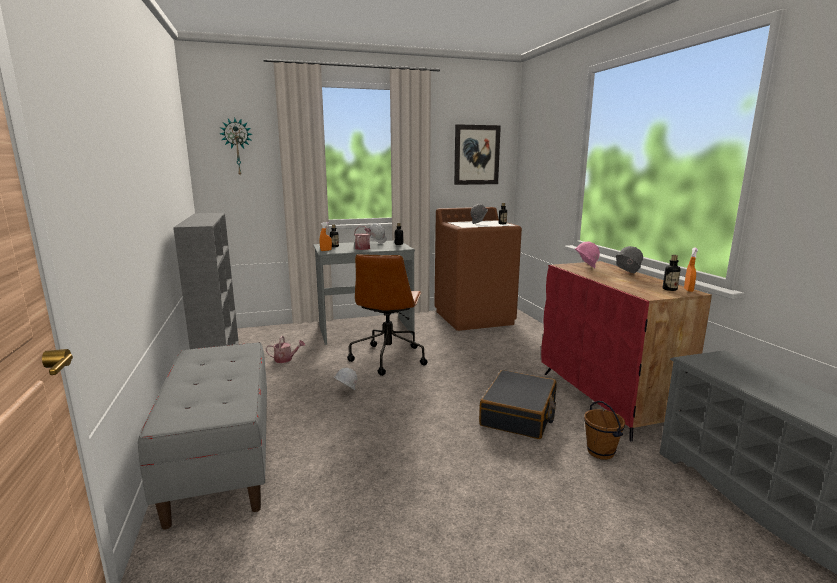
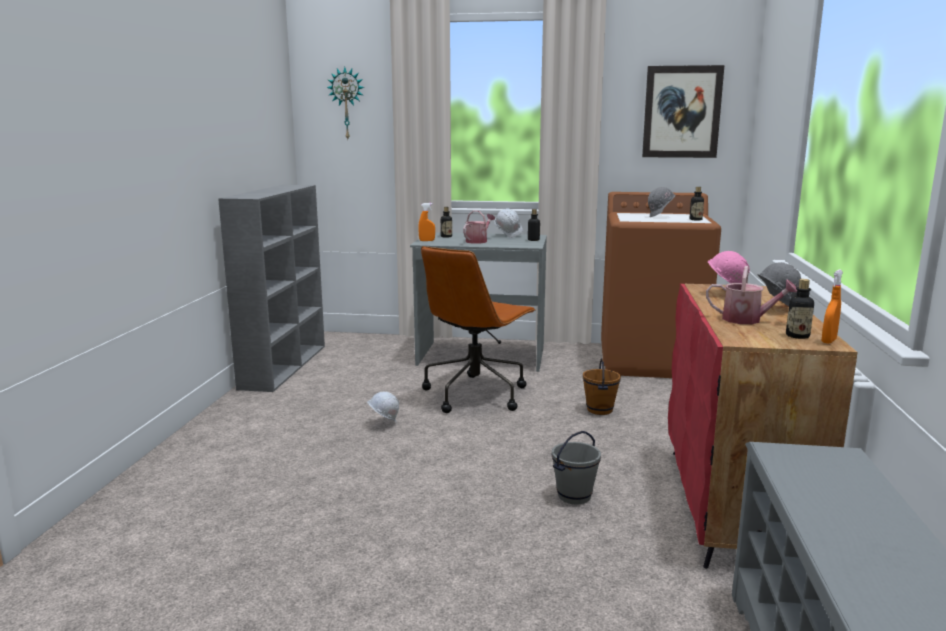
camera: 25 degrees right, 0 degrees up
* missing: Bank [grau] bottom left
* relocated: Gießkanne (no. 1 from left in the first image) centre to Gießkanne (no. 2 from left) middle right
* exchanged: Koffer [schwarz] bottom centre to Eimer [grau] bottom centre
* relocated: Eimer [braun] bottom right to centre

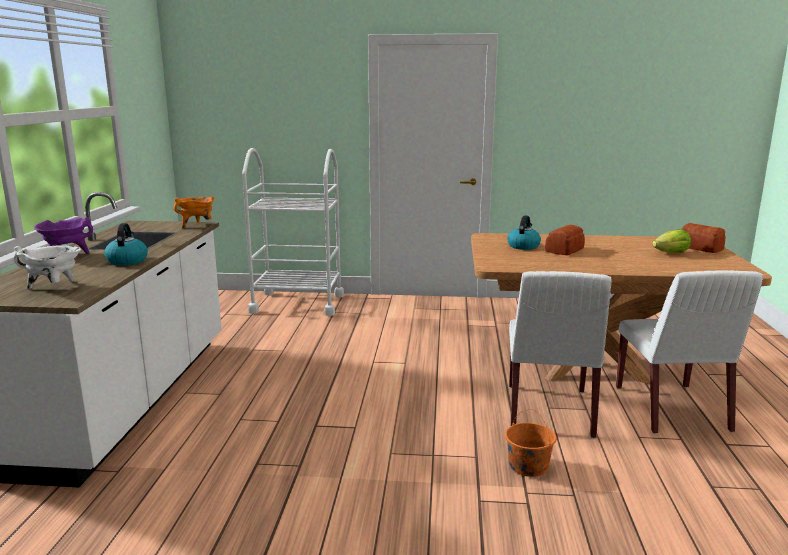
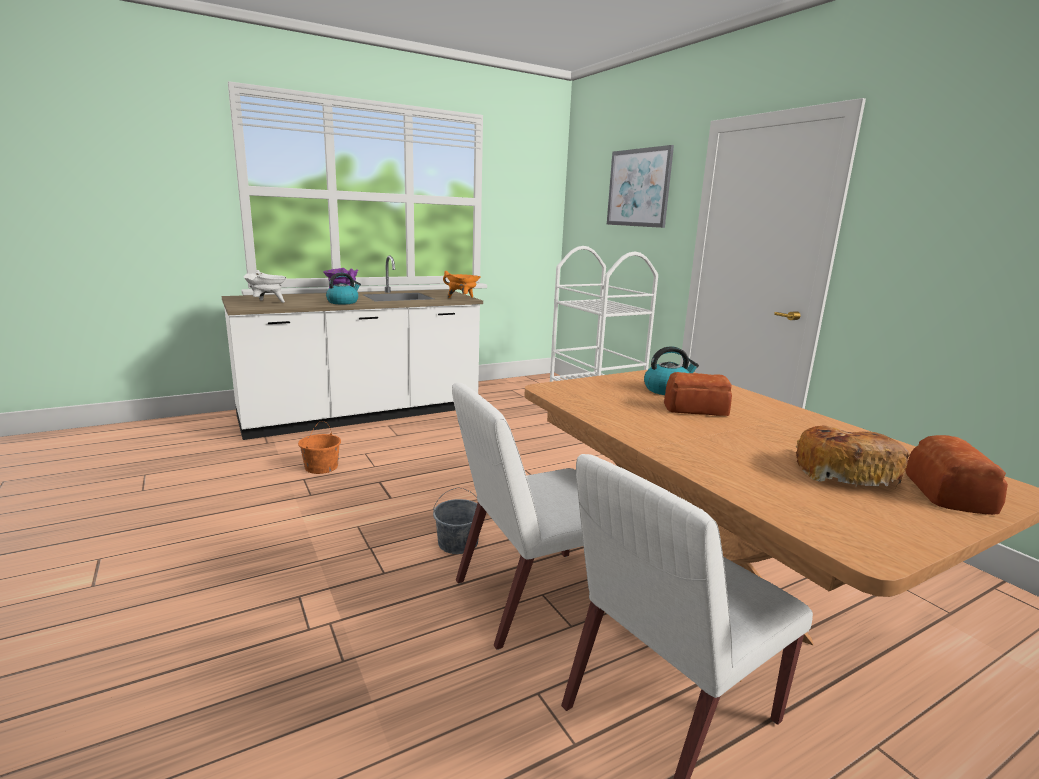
camera: 55 degrees right, 0 degrees up
* relocated: Eimer [orange] bottom right to middle left
* exchanged: Salatkopf middle right to Brot (no. 2 from left) middle right
* appeared: Eimer [grau] bottom centre
* appeared: Bild top centre

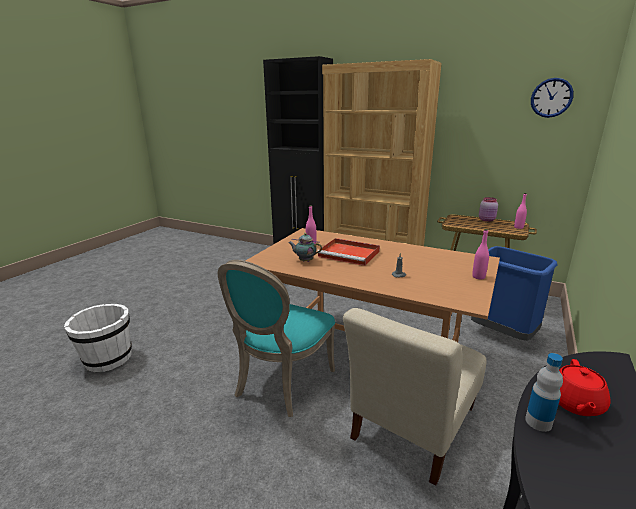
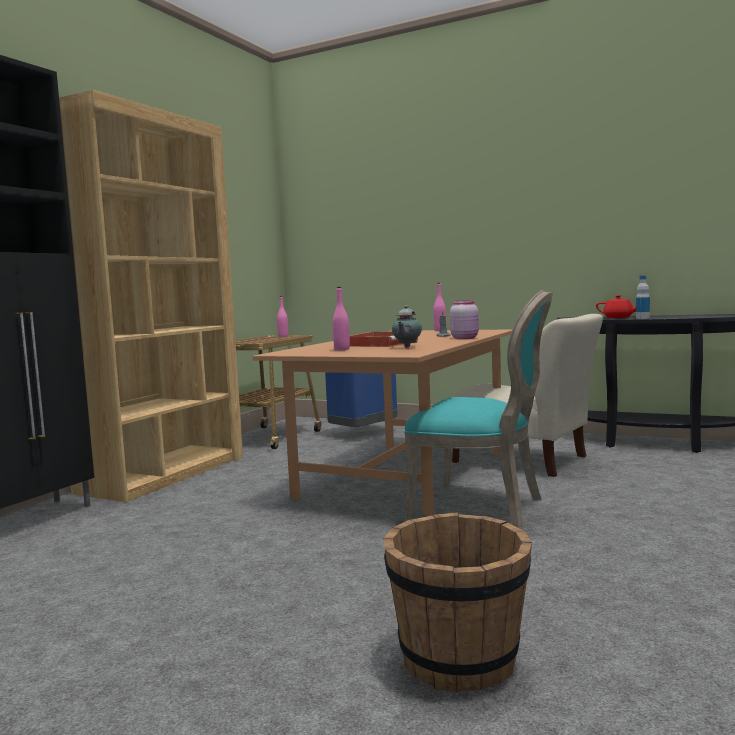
camera: 90 degrees left, 15 degrees down
* colour: Eimer [weiß] middle left to Eimer [braun] bottom centre
* relocated: Vorratsglas [rosa] middle right to centre
* missing: Wanduhr top right

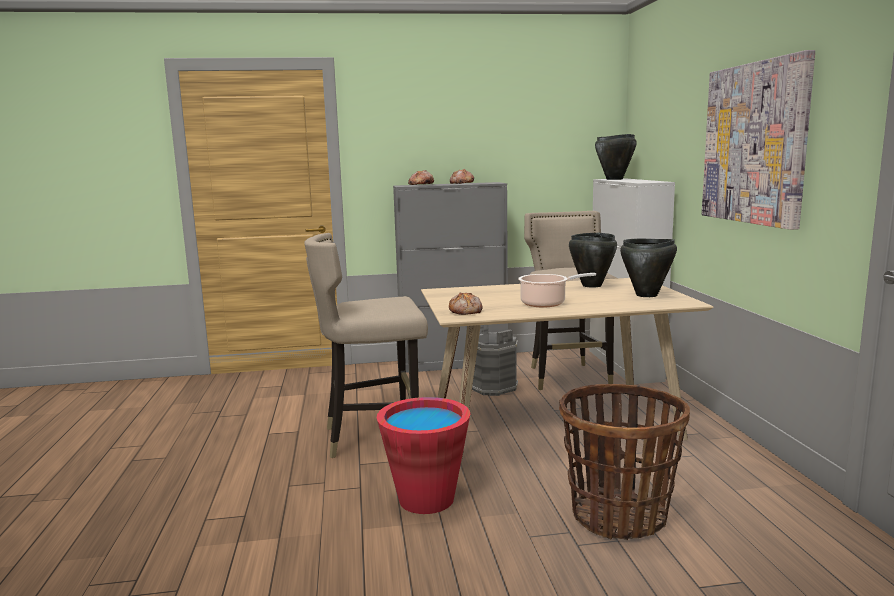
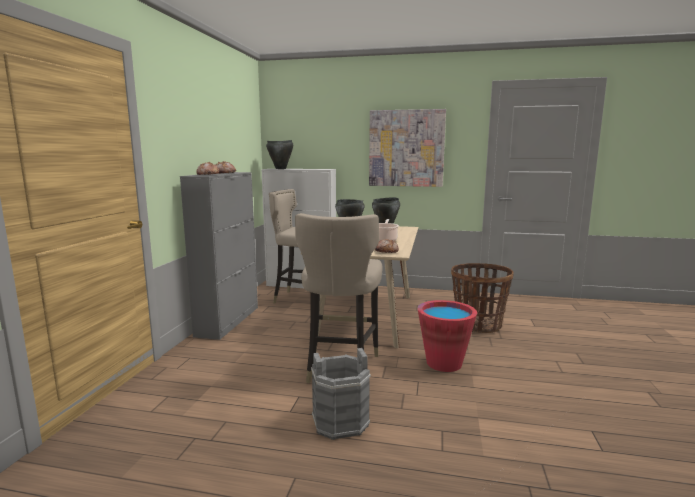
camera: 70 degrees left, 0 degrees up
* relocated: Eimer [grau] centre to bottom centre

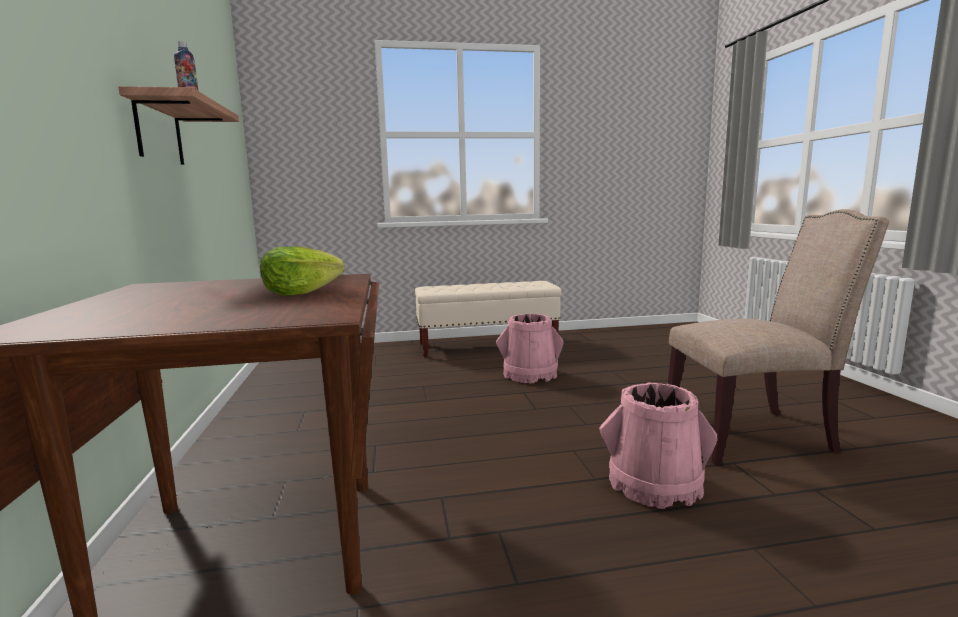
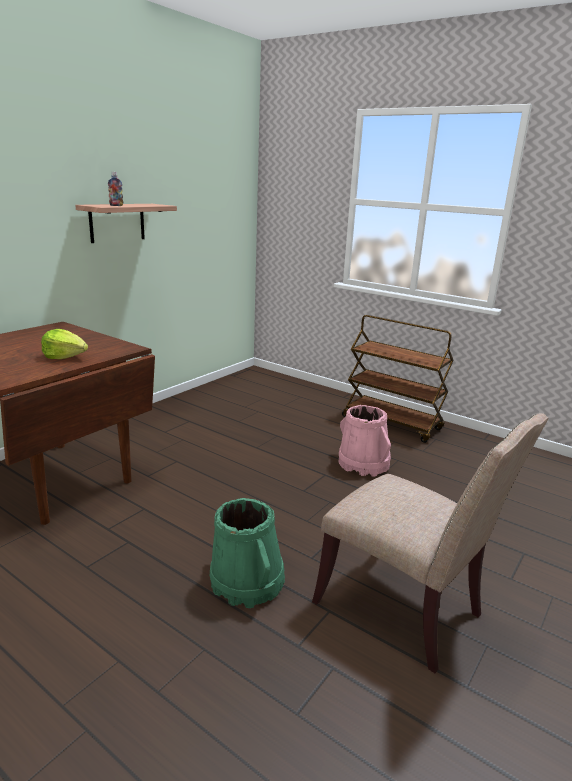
camera: 45 degrees right, 10 degrees up
* exchanged: Bank [beige] centre to Rollwagen [braun] middle right
* colour: Eimer [rosa] (no. 2 from left) bottom right to Eimer [grün] bottom centre

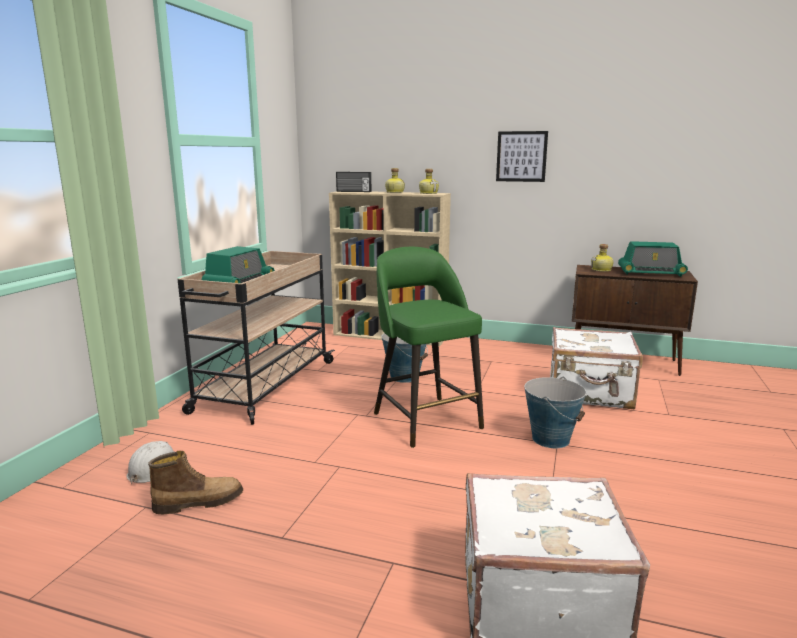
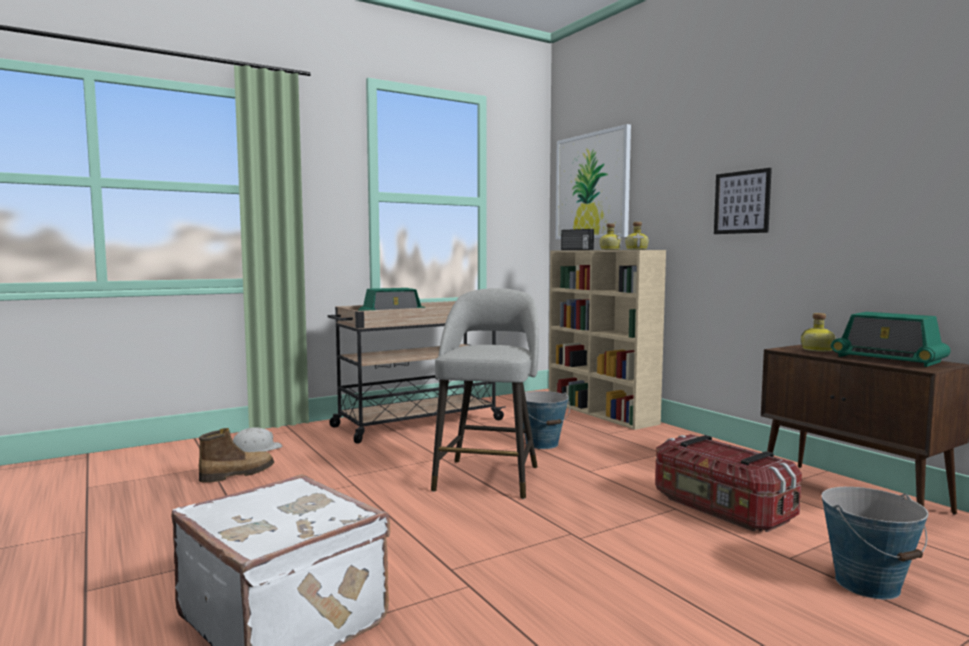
camera: 40 degrees right, 10 degrees down
* spun: Stiefel bottom left = bottom left 60 degrees counterclockwise
* colour: Hocker [grün] centre to Hocker [grau] centre
* relocated: Eimer (no. 2 from left) middle right to bottom right
* exchanged: Koffer [weiß] (no. 2 from left) middle right to Aufbewahrungsbox bottom right
* appeared: Bild (no. 1 from left) top centre

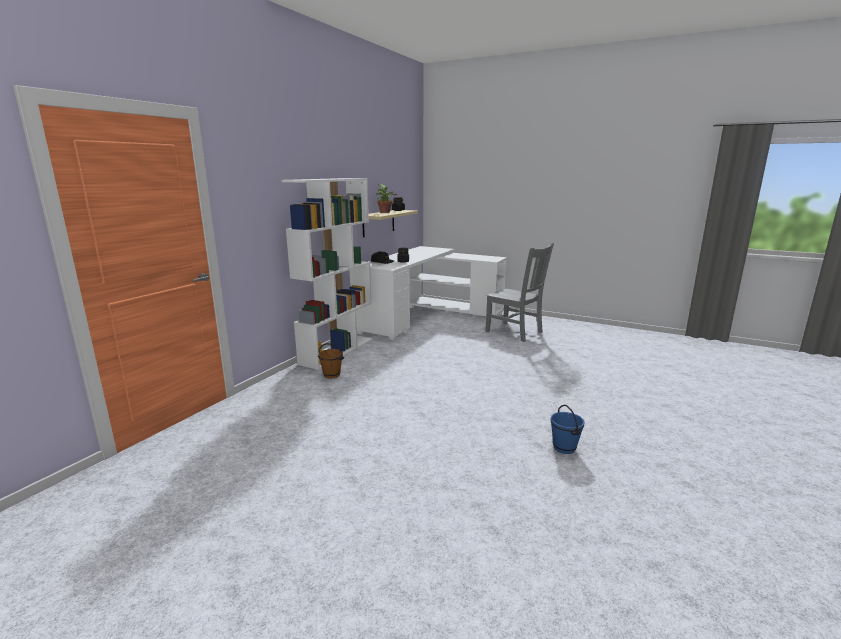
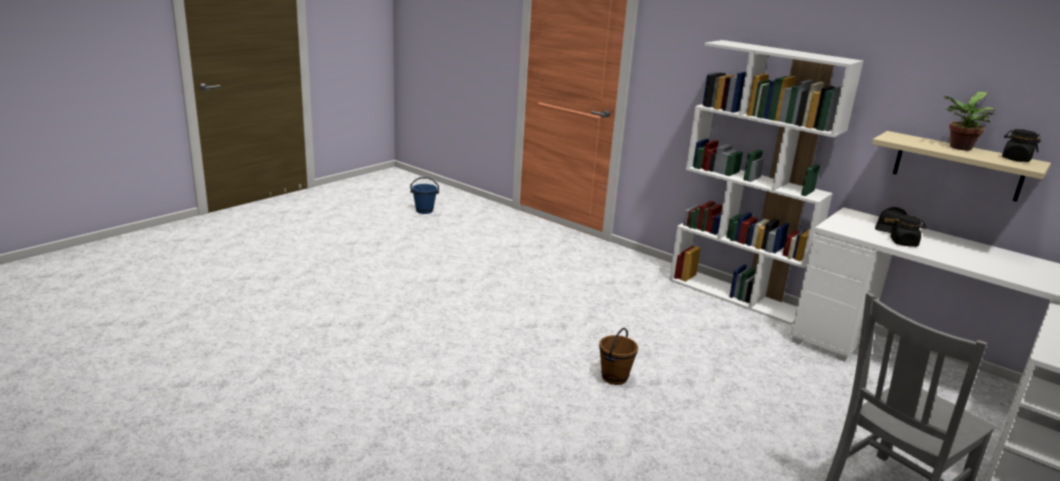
camera: 100 degrees right, 5 degrees up
* relocated: Eimer [braun] centre to bottom centre
* relocated: Eimer [blau] bottom right to centre

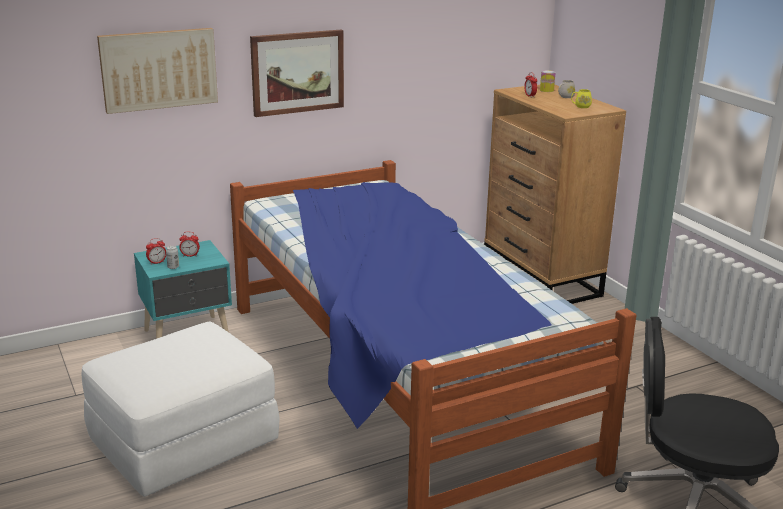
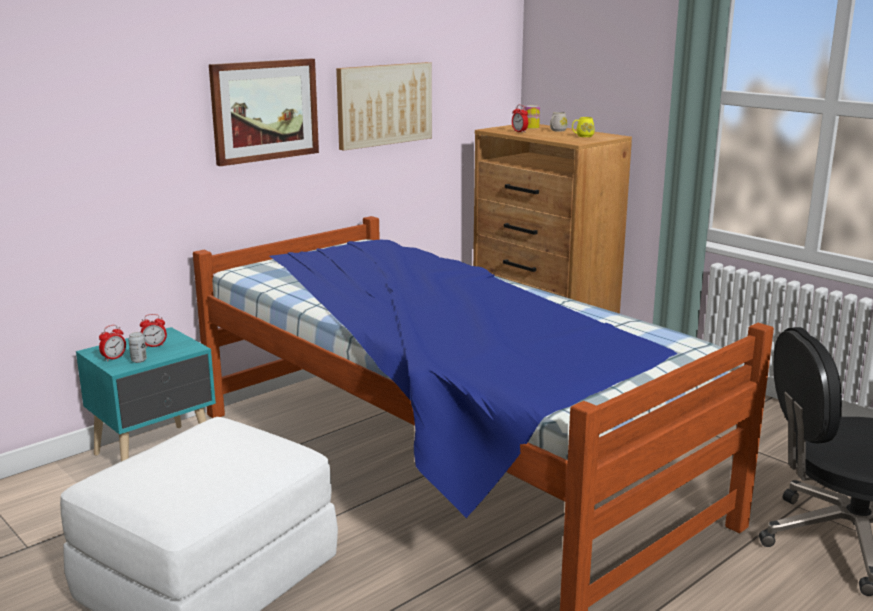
camera: 15 degrees left, 5 degrees down
* relocated: Bild (no. 1 from left in the first image) top left to Bild (no. 2 from left) top centre

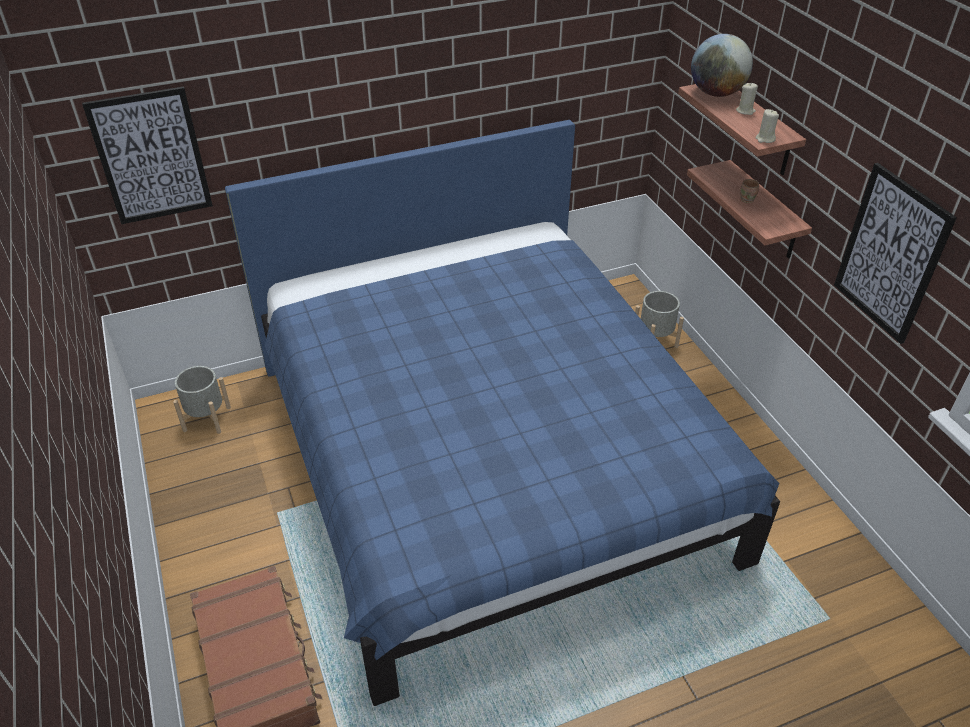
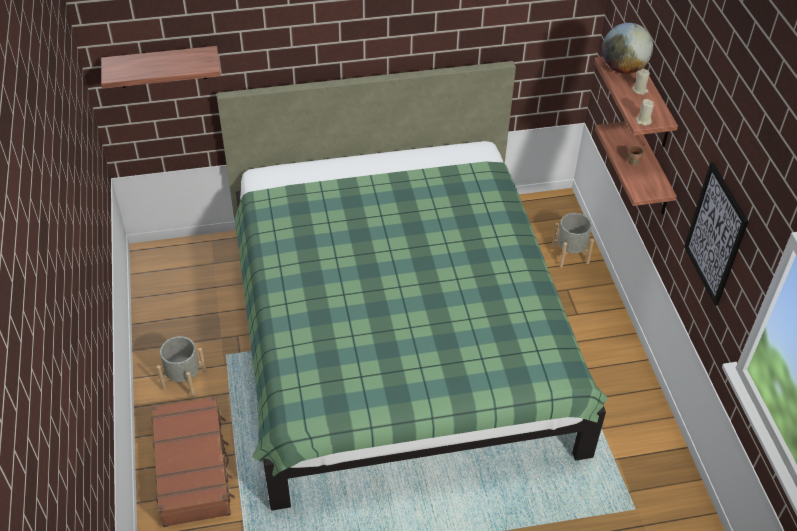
camera: 10 degrees right, 5 degrees up
* exchanged: Bild (no. 1 from left) top left to Wandregal (no. 1 from left) top left
* relocated: Pflanzkübel [grau] (no. 1 from left) middle left to bottom left
* colour: Bett [blau] centre to Bett [grün] centre

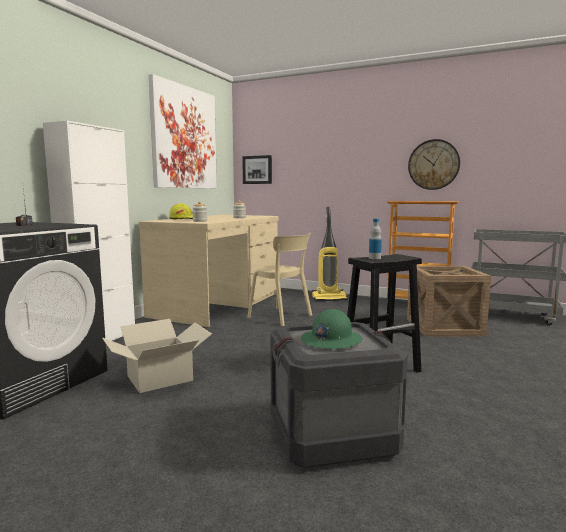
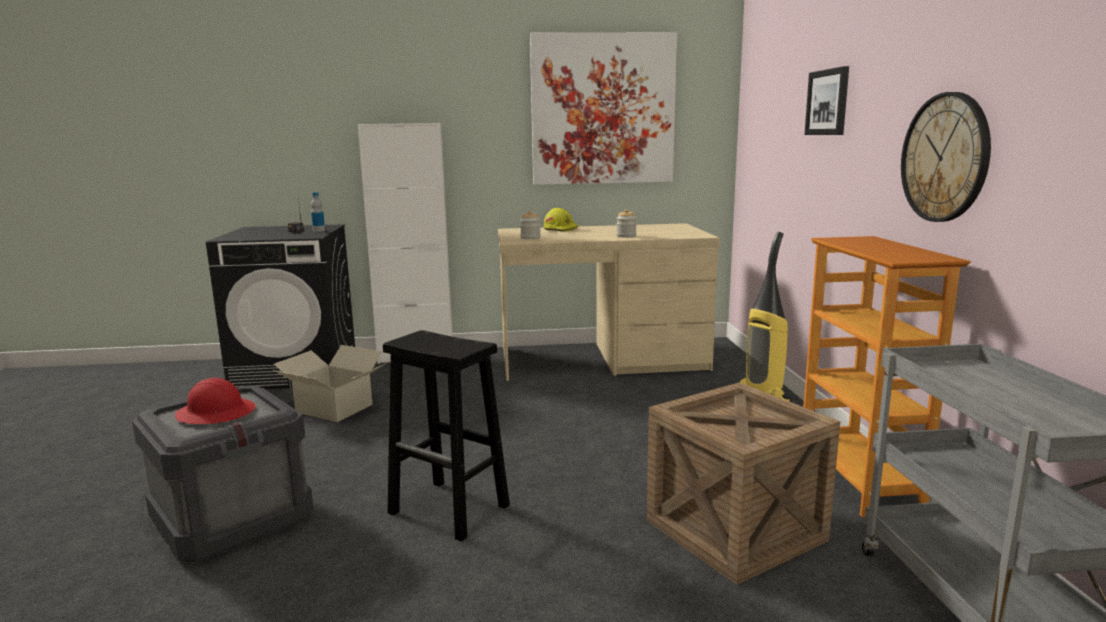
camera: 60 degrees right, 5 degrees up
* relocated: Bild (no. 2 from left) top centre to top right
* missing: Stuhl [beige] centre
* colour: Schutzhelm [grün] centre to Schutzhelm [rot] middle left
* relocated: Flasche centre to middle left

